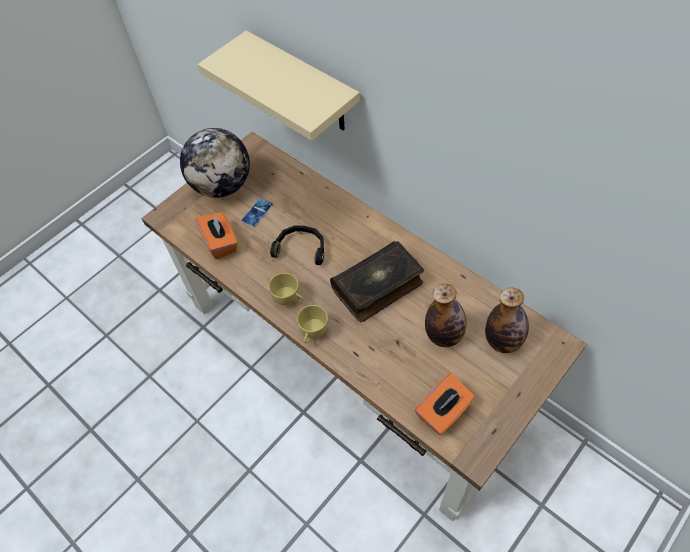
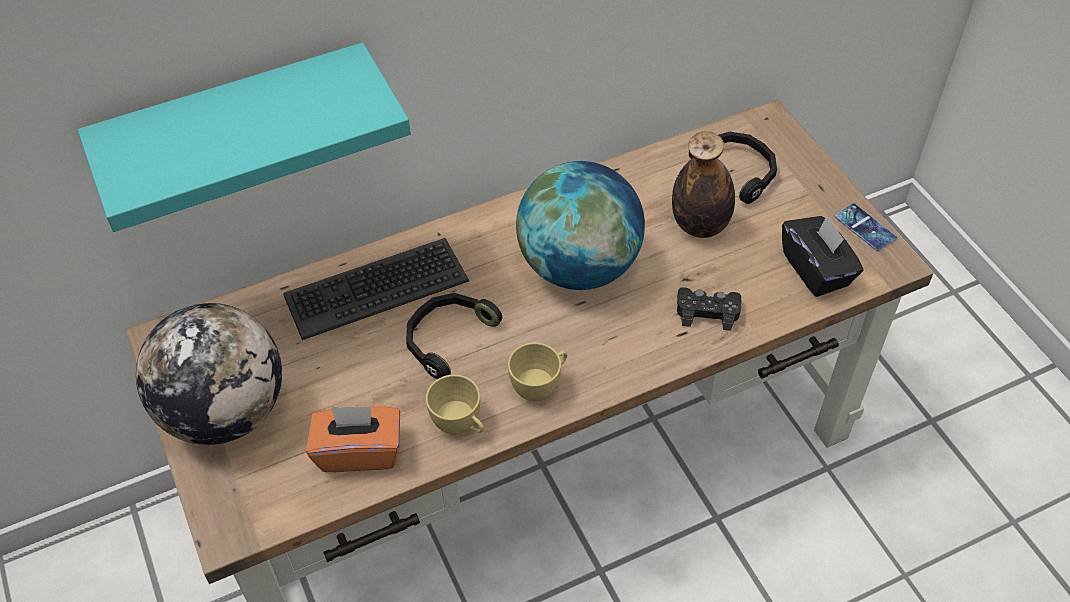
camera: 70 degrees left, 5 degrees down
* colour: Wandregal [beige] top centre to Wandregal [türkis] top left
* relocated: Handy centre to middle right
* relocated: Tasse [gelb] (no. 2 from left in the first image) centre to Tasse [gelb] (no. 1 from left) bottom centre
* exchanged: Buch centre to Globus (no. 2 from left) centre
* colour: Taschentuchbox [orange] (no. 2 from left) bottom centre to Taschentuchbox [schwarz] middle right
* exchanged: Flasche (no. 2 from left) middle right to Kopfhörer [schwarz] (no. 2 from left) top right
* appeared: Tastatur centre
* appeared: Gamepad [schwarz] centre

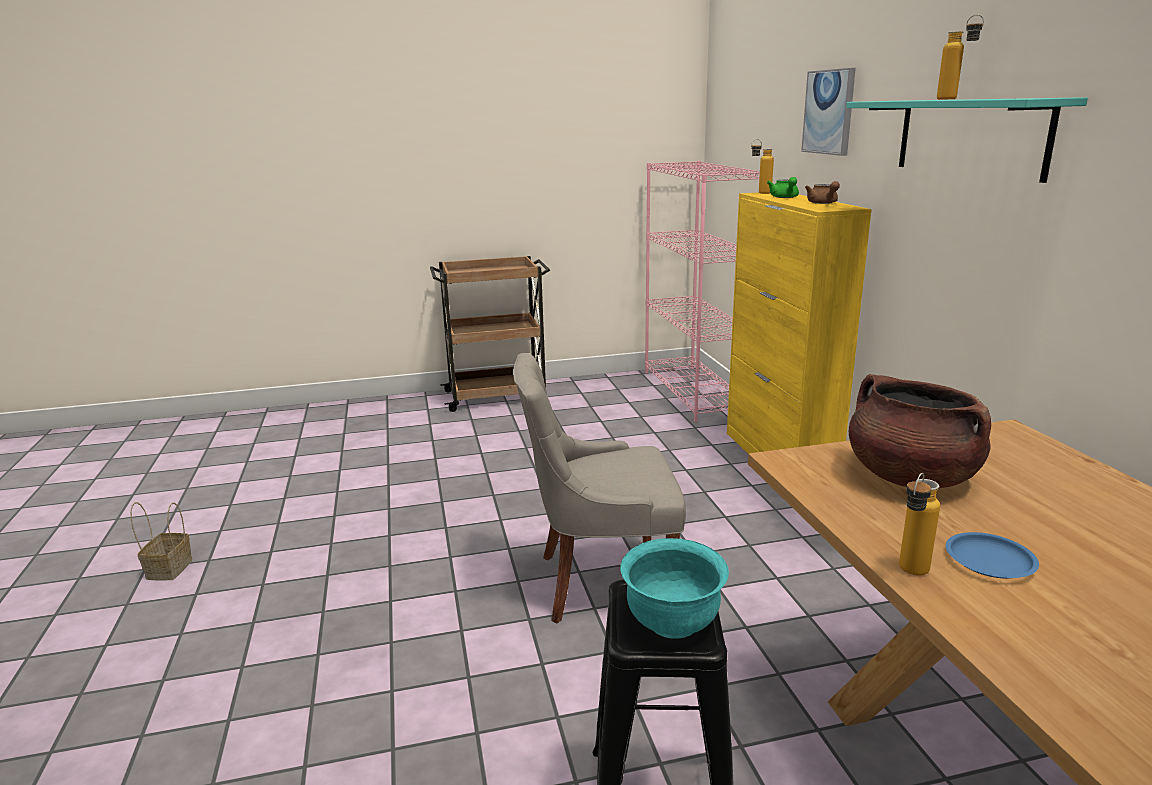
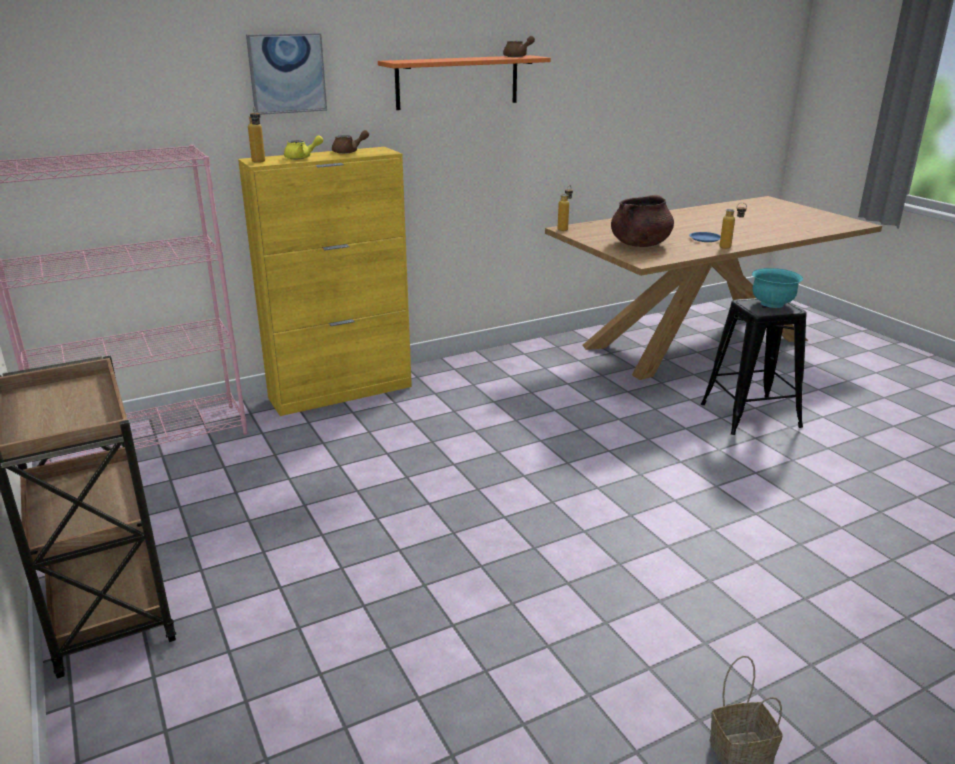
camera: 105 degrees left, 5 degrees up
* missing: Stuhl [grau] centre
* colour: Teekanne [grün] top right to Teekanne [gelb] top left
* colour: Wandregal [türkis] top right to Wandregal [orange] top centre
* relocated: Flasche (no. 3 from left in the first image) top right to Flasche (no. 2 from left) top centre
* appeared: Teekanne [braun] (no. 2 from left) top centre

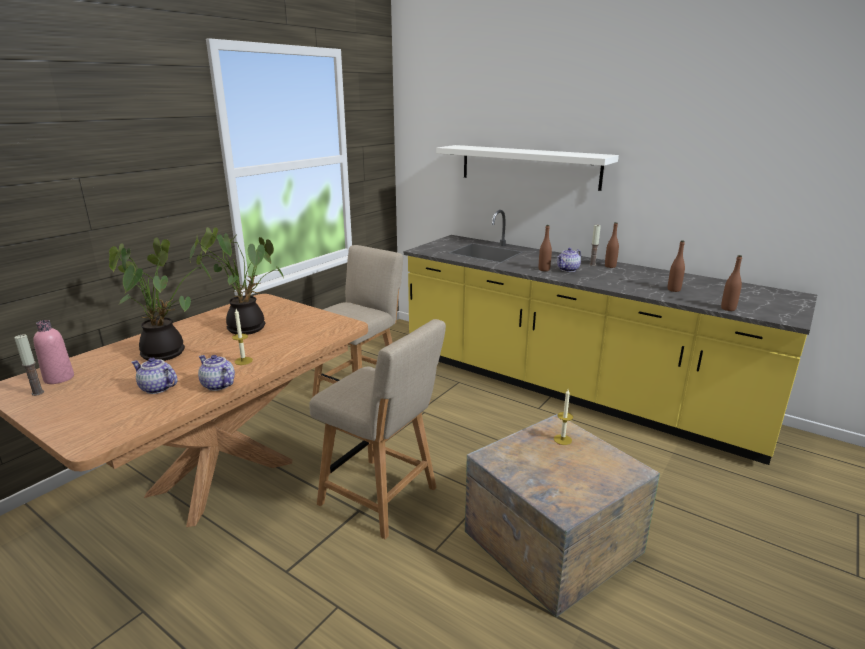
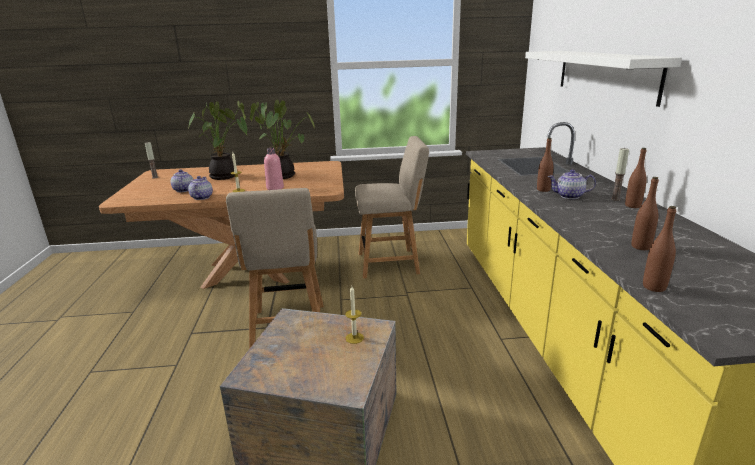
camera: 50 degrees right, 0 degrees up
* relocated: Flasche [rosa] middle left to centre

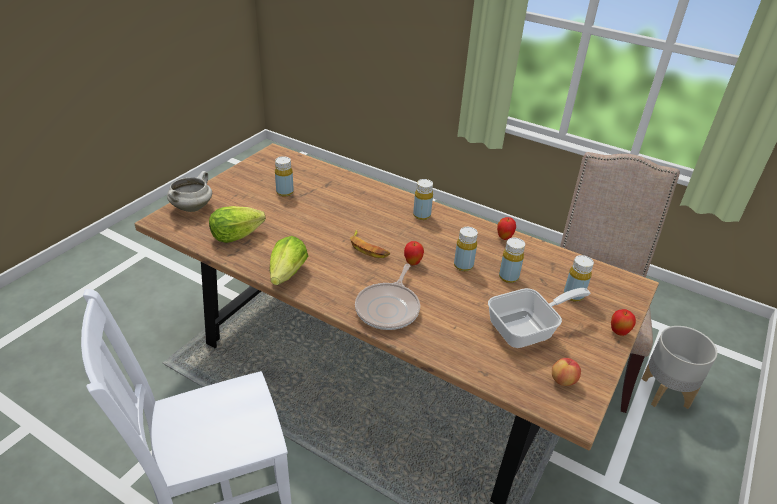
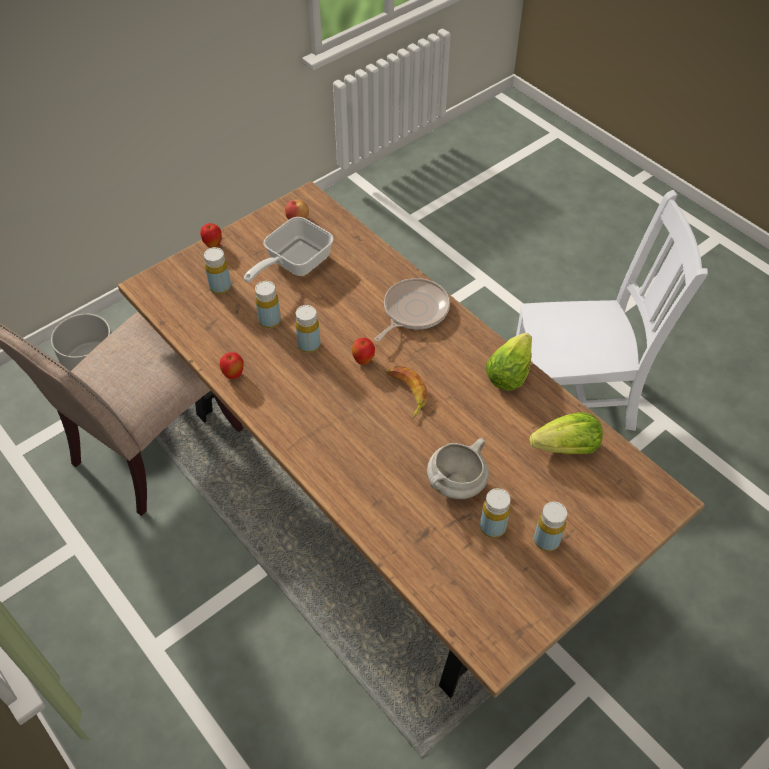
camera: 160 degrees left, 15 degrees up
* relocated: Kochtopf [weiß] middle left to centre
* relocated: Flasche [gelb] (no. 2 from left in the first image) centre to Flasche [gelb] (no. 5 from left) bottom right
* spun: Pfanne (no. 2 from left in the first image) middle right = top centre 45 degrees counterclockwise

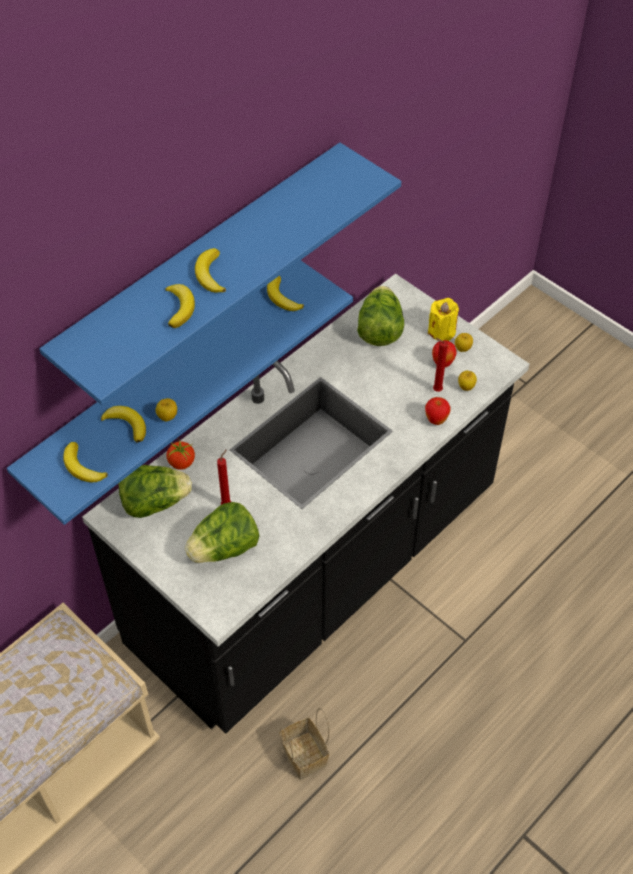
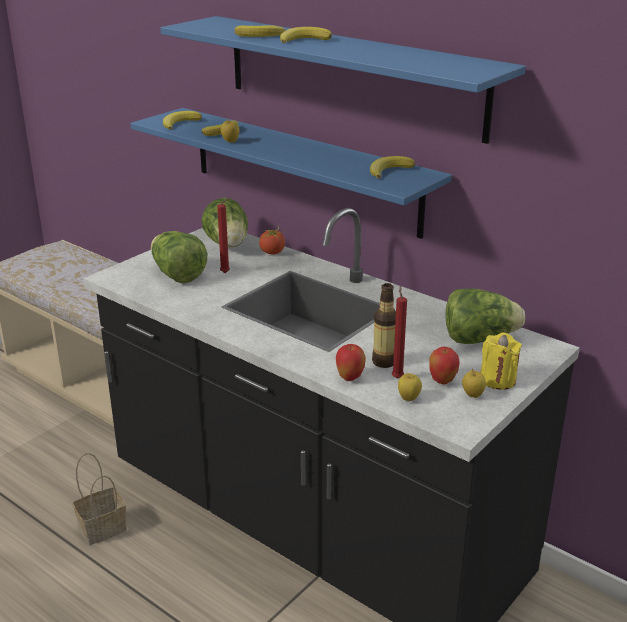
camera: 85 degrees right, 25 degrees down
* appeared: Flasche centre

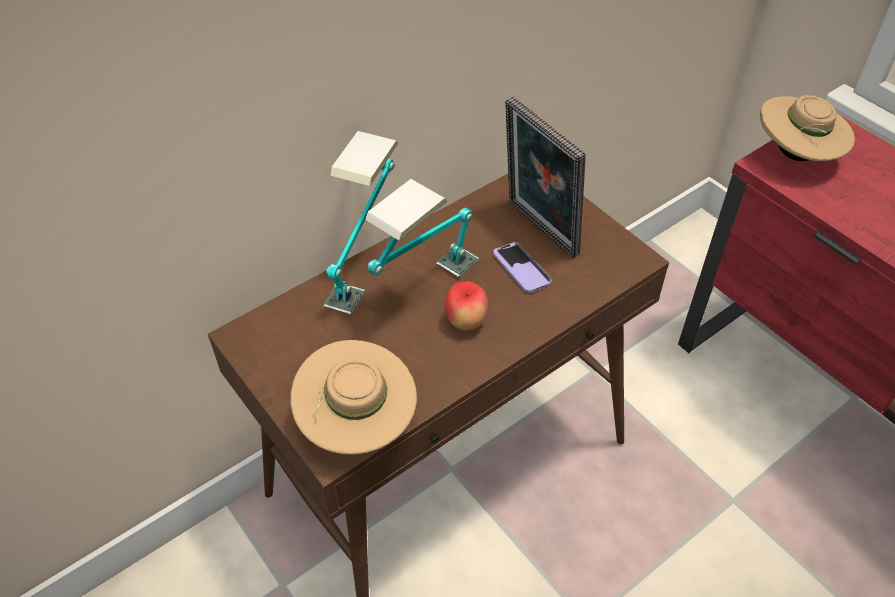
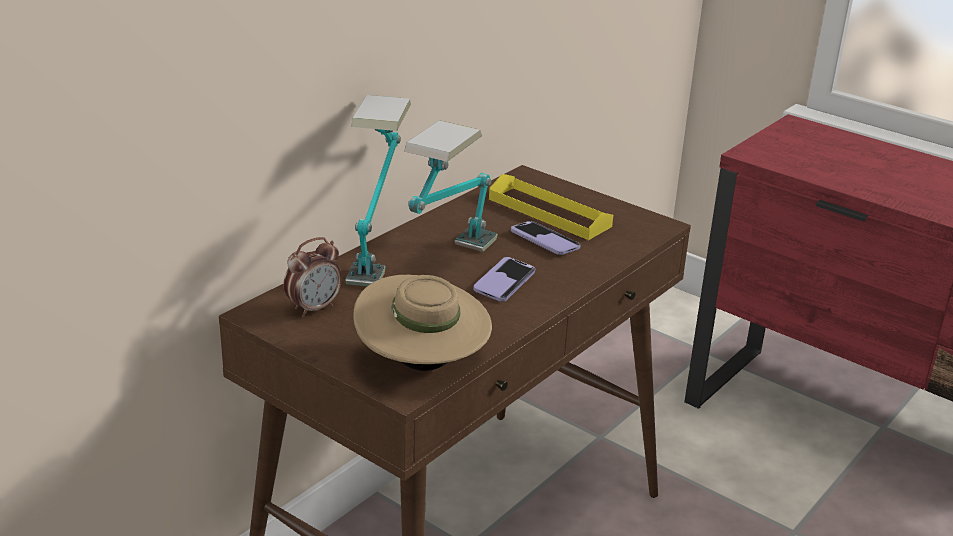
camera: 15 degrees left, 20 degrees down
* exchanged: Apfel centre to Handy (no. 1 from left) centre
* exchanged: Bilderrahmen top centre to Tablett [gelb] centre
* missing: Hut [beige] (no. 2 from left) top right
* appeared: Wecker middle left

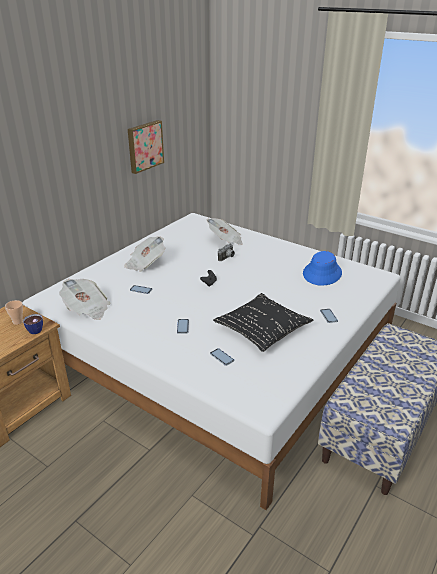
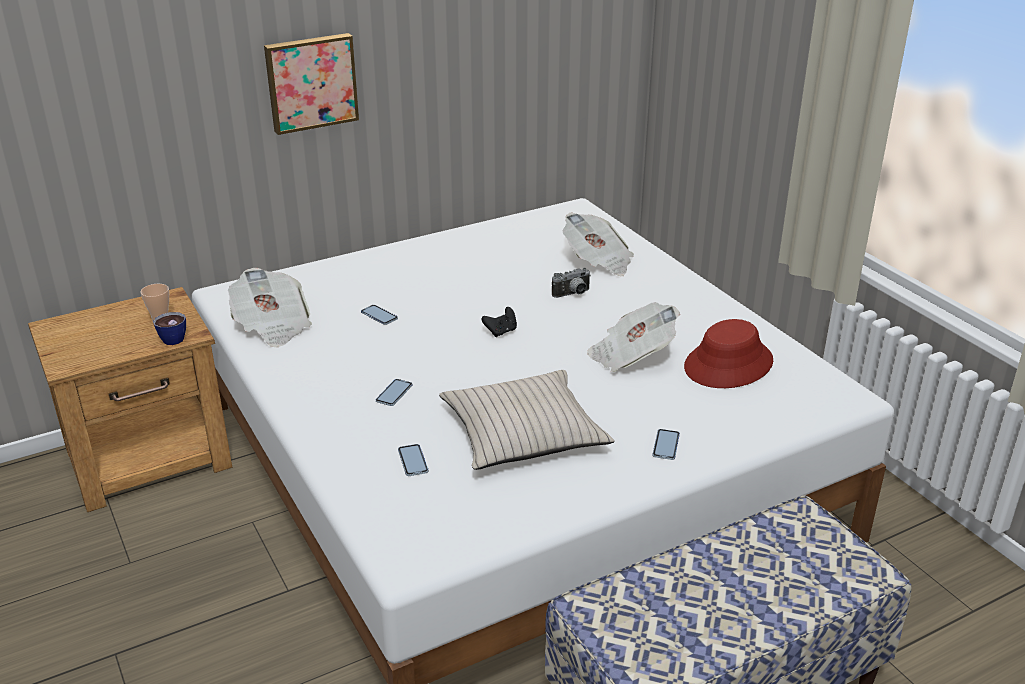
camera: 25 degrees right, 0 degrees up
* relocated: Zeitung (no. 2 from left in the first image) middle left to Zeitung (no. 3 from left) centre
* relocated: Bild top centre to top left
* colour: Kissen [schwarz] centre to Kissen [beige] centre
* colour: Hut [blau] middle right to Hut [rot] middle right

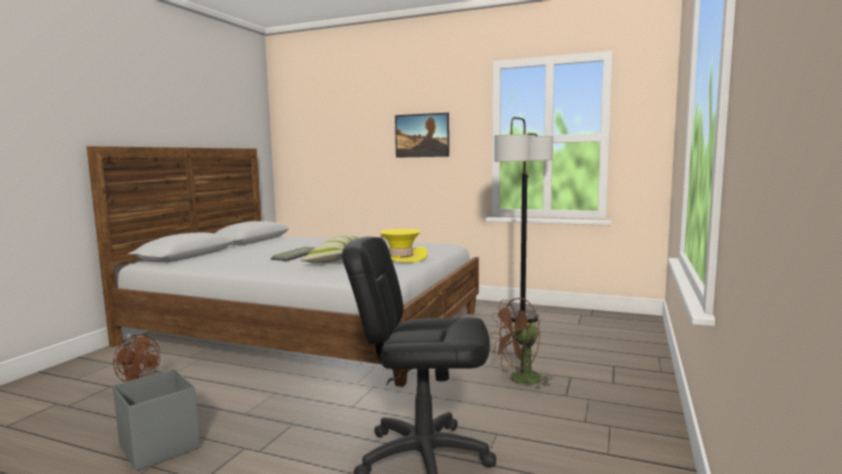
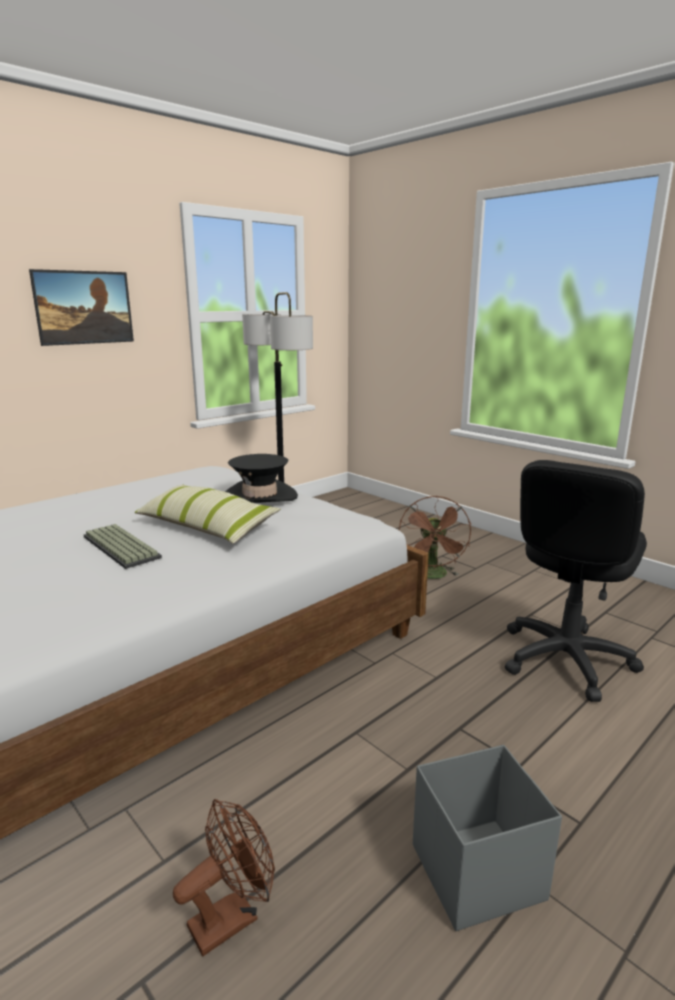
camera: 65 degrees left, 10 degrees up
* colour: Hut [gelb] centre to Hut [schwarz] centre

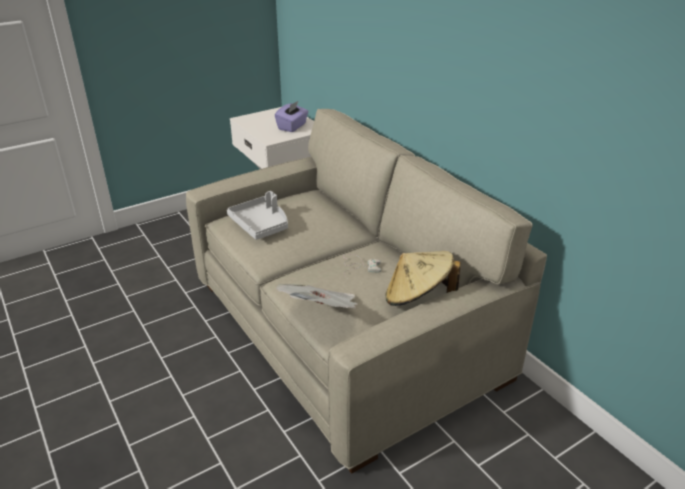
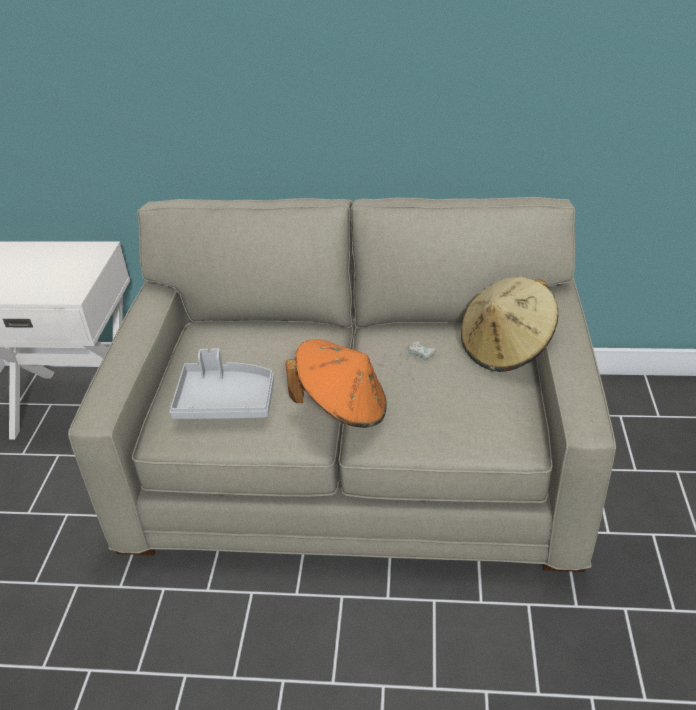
camera: 50 degrees left, 5 degrees up
* missing: Taschentuchbox [lila] top centre
* missing: Zeitung centre
* appeared: Hut [orange] centre

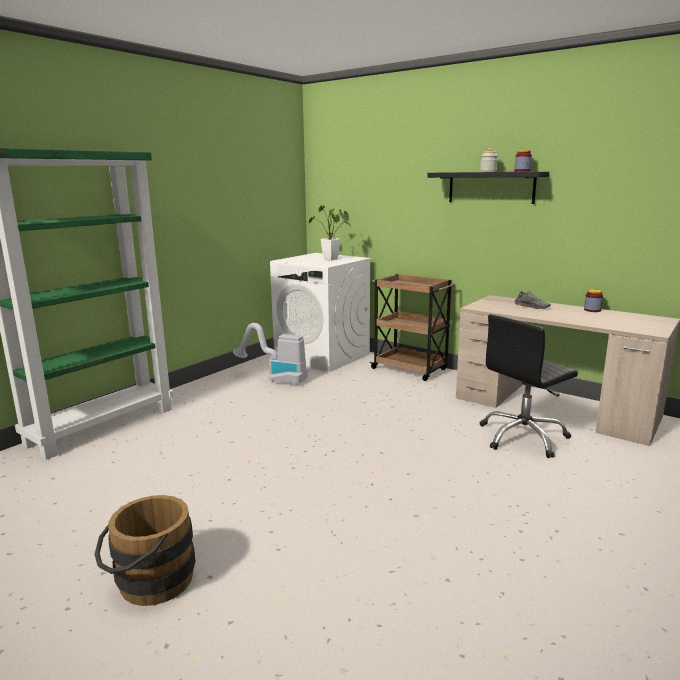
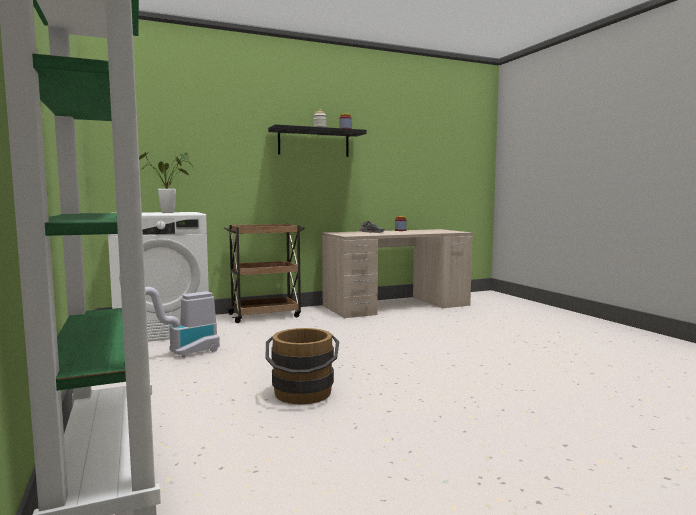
camera: 60 degrees left, 10 degrees down
* relocated: Eimer [braun] bottom left to bottom centre
* missing: Bürostuhl [schwarz] middle right

